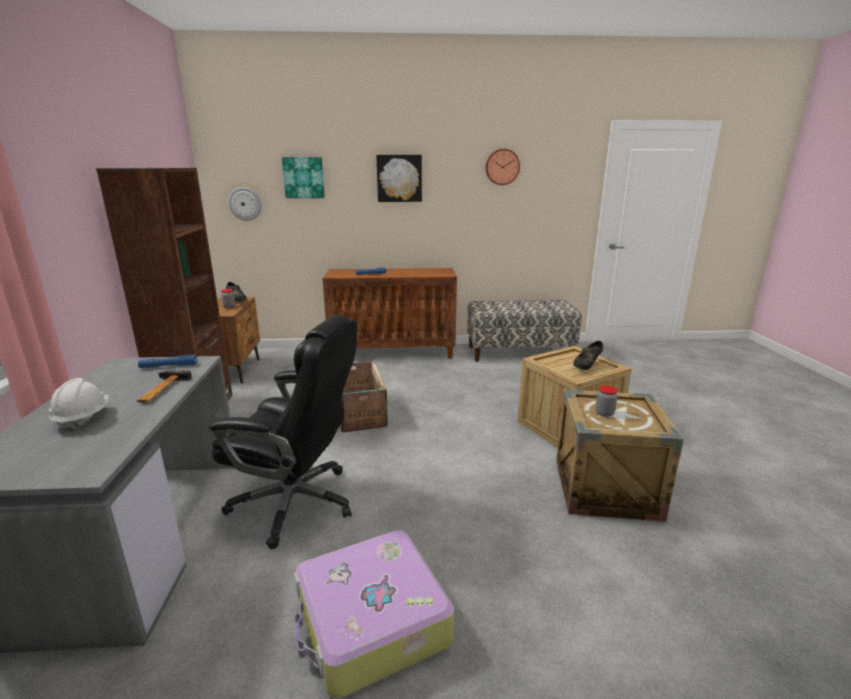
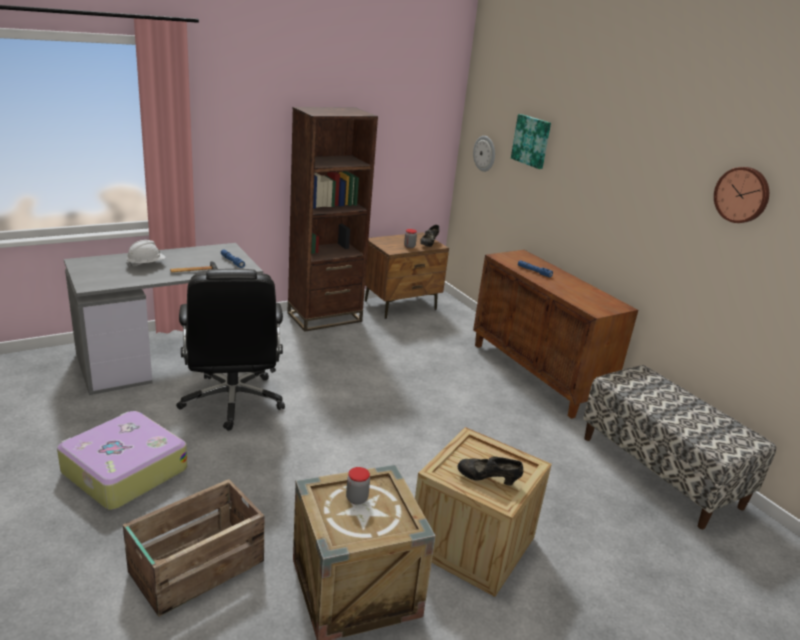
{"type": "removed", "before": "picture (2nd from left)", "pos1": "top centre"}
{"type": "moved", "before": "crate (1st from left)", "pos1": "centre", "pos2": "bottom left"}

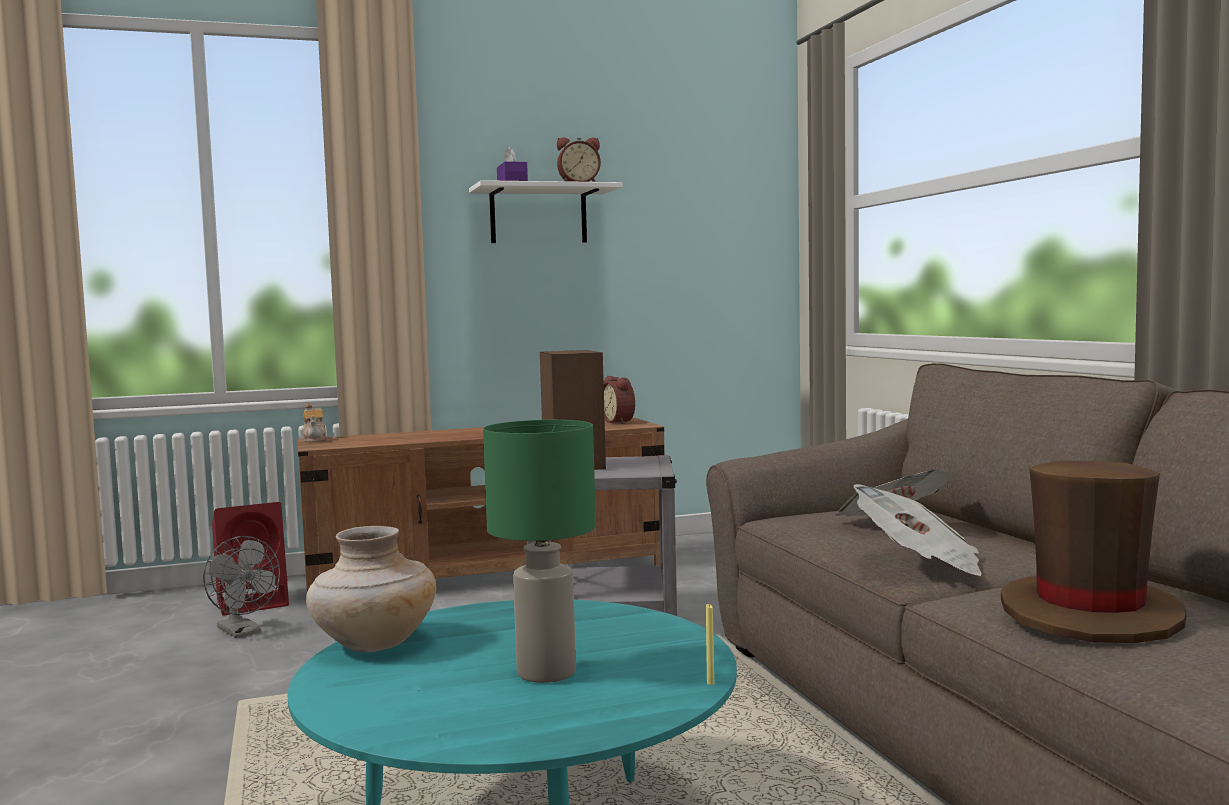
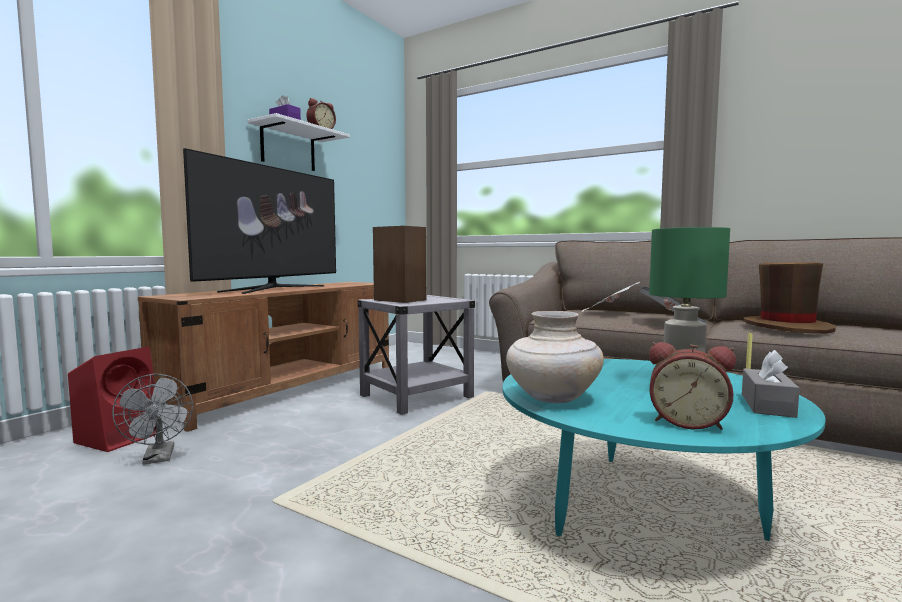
{"type": "moved", "before": "alarm clock (2nd from left)", "pos1": "centre", "pos2": "middle right"}
{"type": "removed", "before": "teapot", "pos1": "middle left"}
{"type": "turned", "before": "grey fan", "pos1": "bottom left", "pos2": "bottom left", "turn": 60}
{"type": "added", "after": "television", "pos2": "middle left"}
{"type": "added", "after": "grey tissue box", "pos2": "middle right"}

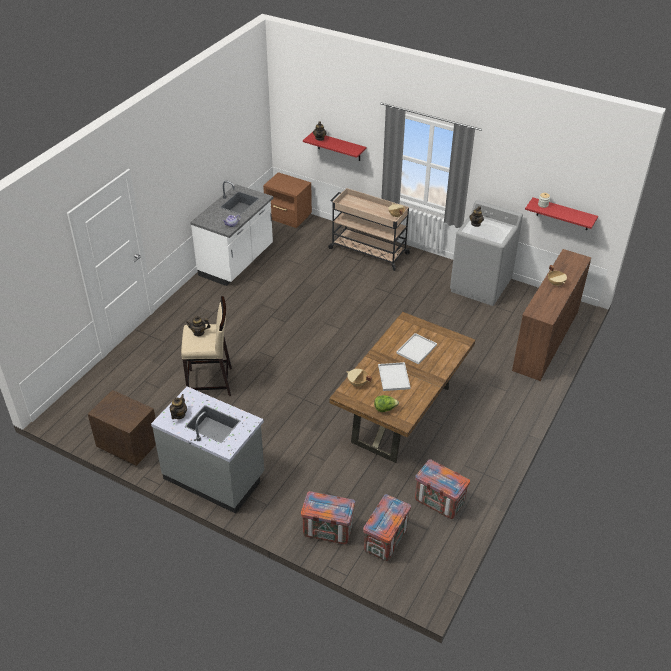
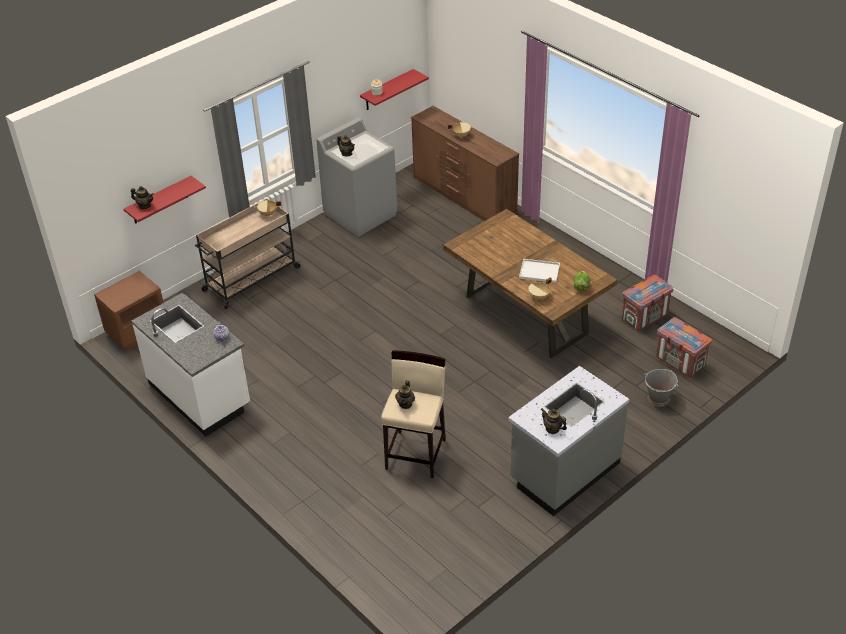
{"type": "removed", "before": "white tray (2nd from left)", "pos1": "centre"}
{"type": "removed", "before": "brown nightstand (1st from left)", "pos1": "middle left"}
{"type": "replaced", "before": "crate (1st from left)", "after": "grey bucket", "pos1": "bottom centre", "pos2": "middle right"}

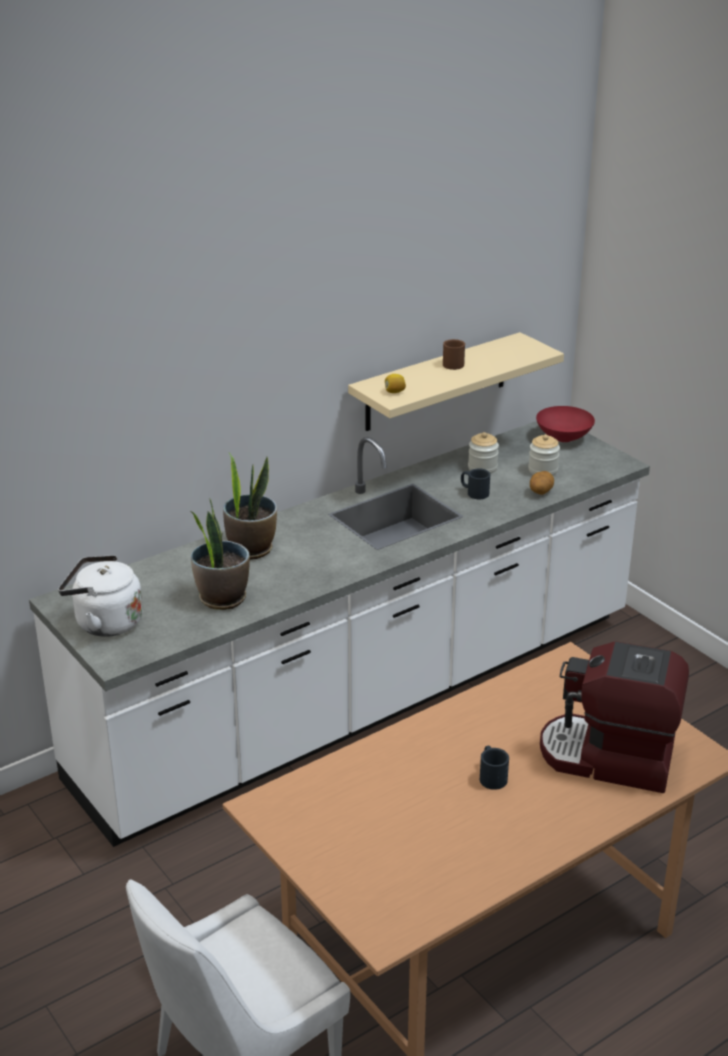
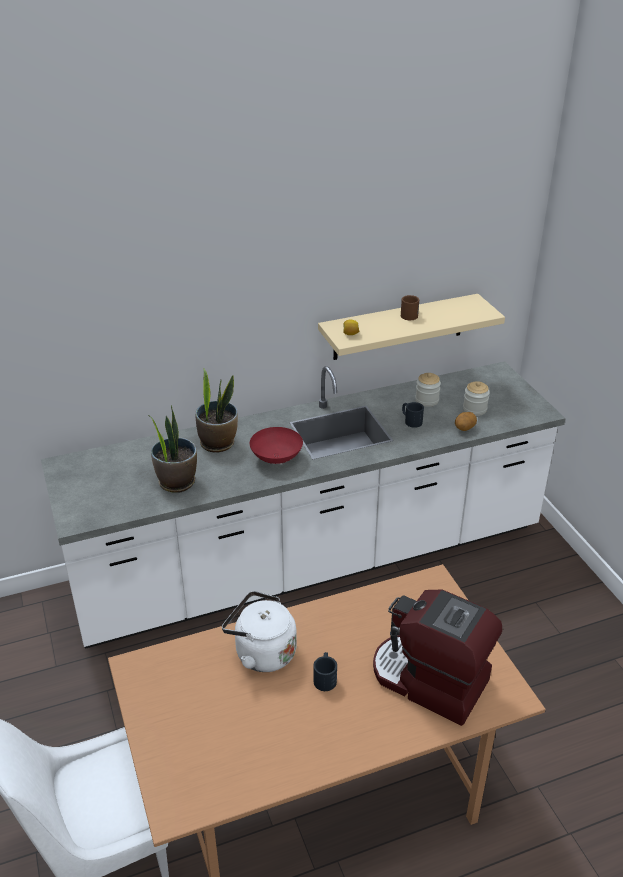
{"type": "moved", "before": "red bowl", "pos1": "middle right", "pos2": "centre"}
{"type": "moved", "before": "white kettle", "pos1": "middle left", "pos2": "bottom centre"}

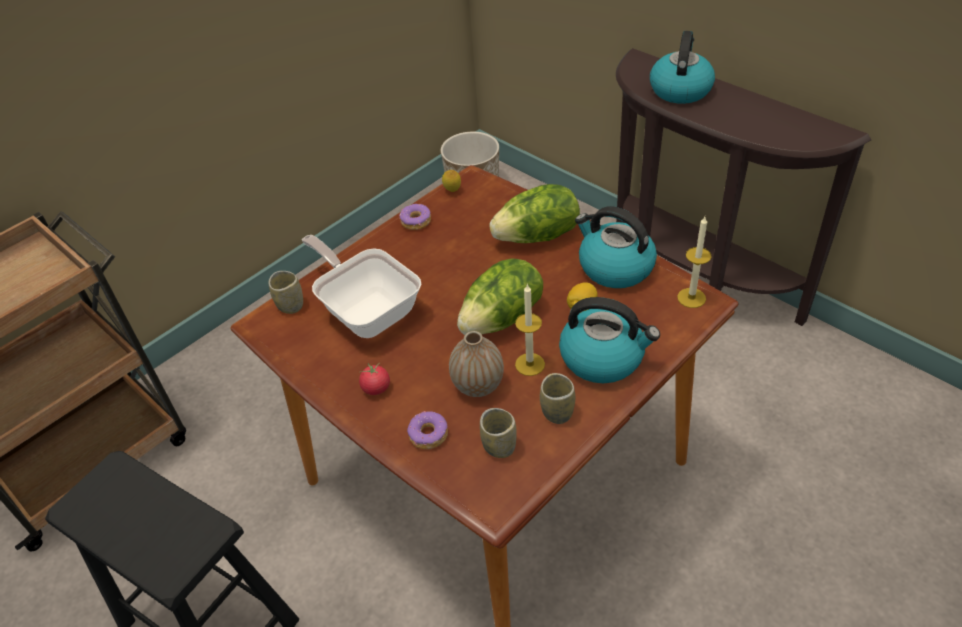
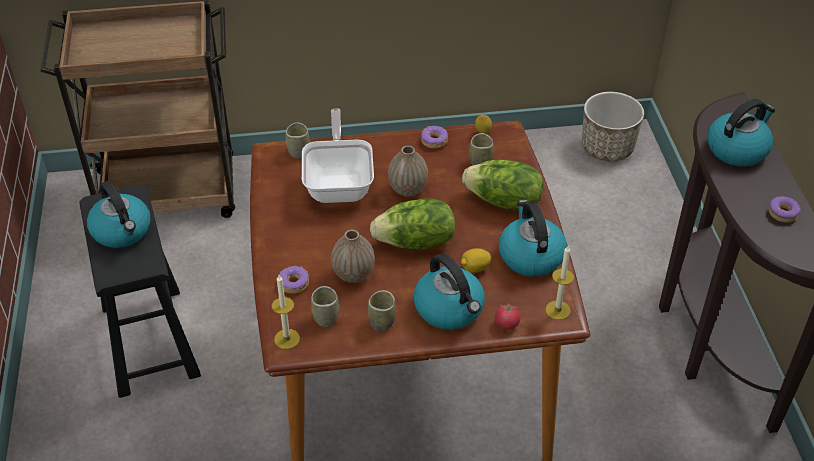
{"type": "moved", "before": "candle (1st from left)", "pos1": "centre", "pos2": "bottom centre"}
{"type": "moved", "before": "tomato", "pos1": "centre", "pos2": "bottom centre"}
{"type": "added", "after": "cup (4th from left)", "pos2": "top centre"}
{"type": "added", "after": "vase (2nd from left)", "pos2": "centre"}
{"type": "added", "after": "kettle (1st from left)", "pos2": "middle left"}
{"type": "added", "after": "donut (3rd from left)", "pos2": "middle right"}

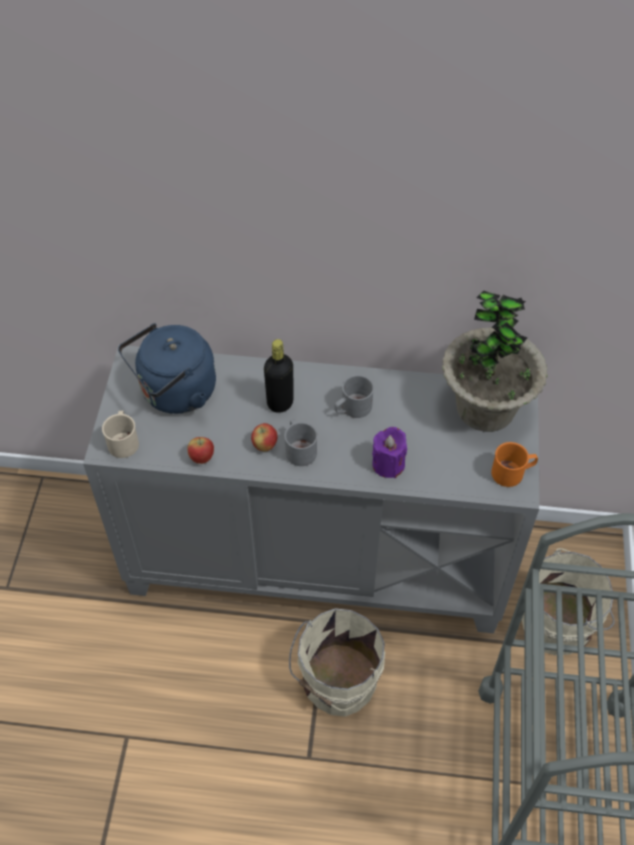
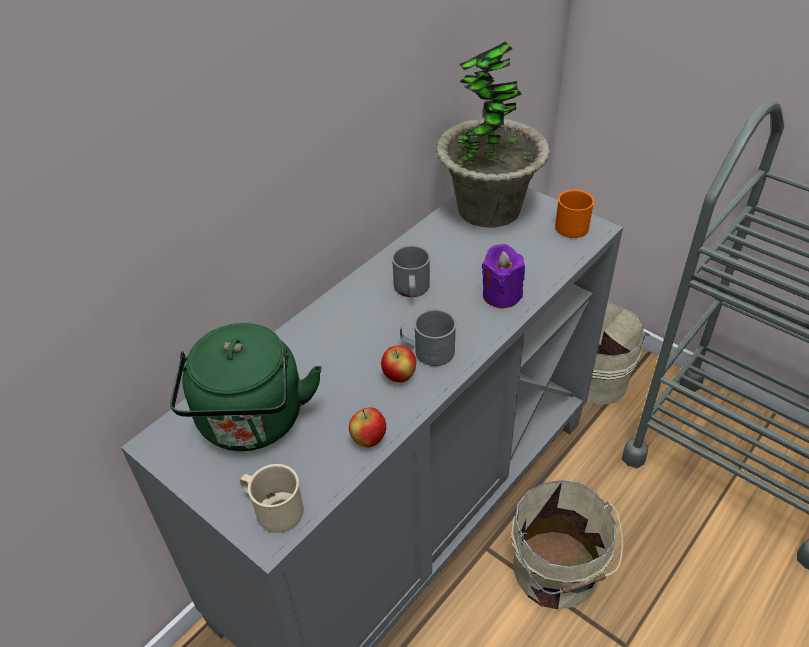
{"type": "recoloured", "before": "blue kettle", "after": "green kettle", "pos1": "middle left", "pos2": "middle left"}
{"type": "removed", "before": "black bottle", "pos1": "centre"}

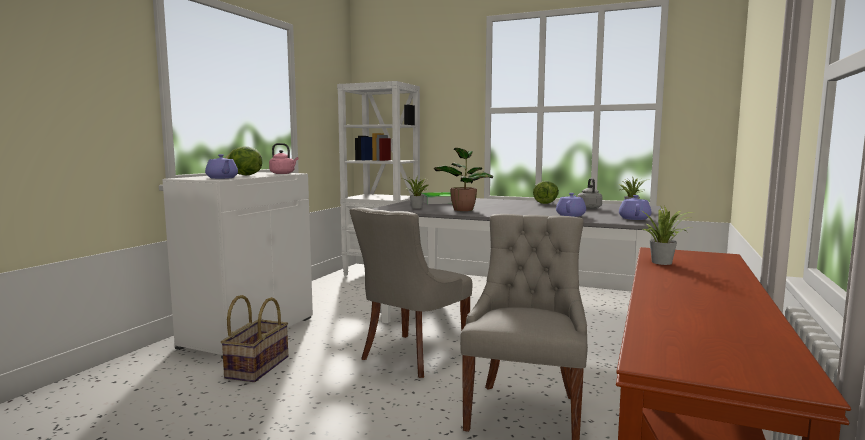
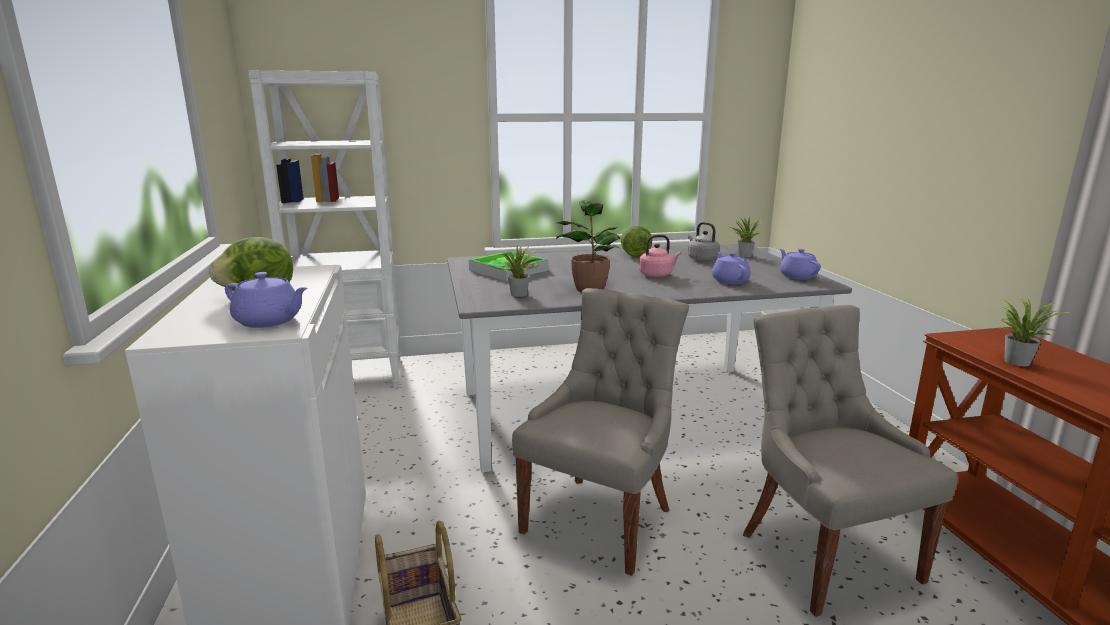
{"type": "moved", "before": "pink kettle", "pos1": "middle left", "pos2": "centre"}
{"type": "turned", "before": "grey chair (1st from left)", "pos1": "centre", "pos2": "bottom centre", "turn": -150}

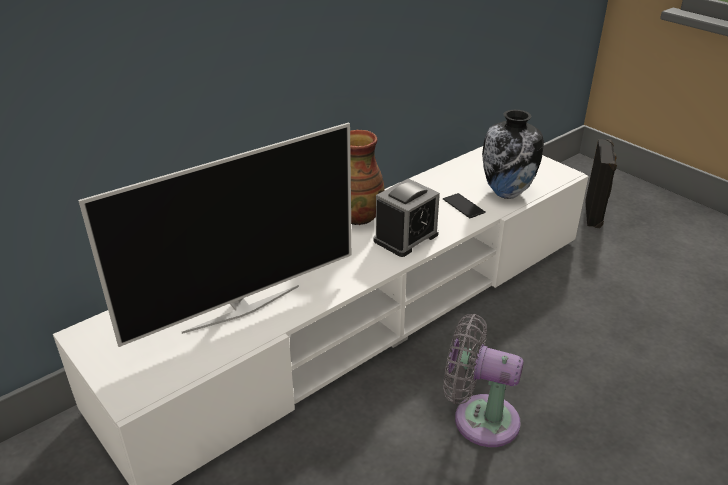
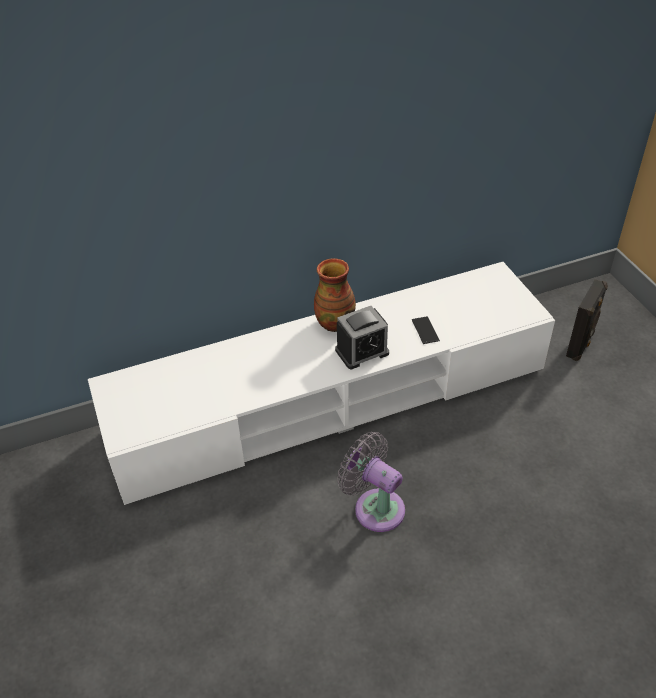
{"type": "removed", "before": "vase (2nd from left)", "pos1": "top right"}
{"type": "removed", "before": "television", "pos1": "middle left"}

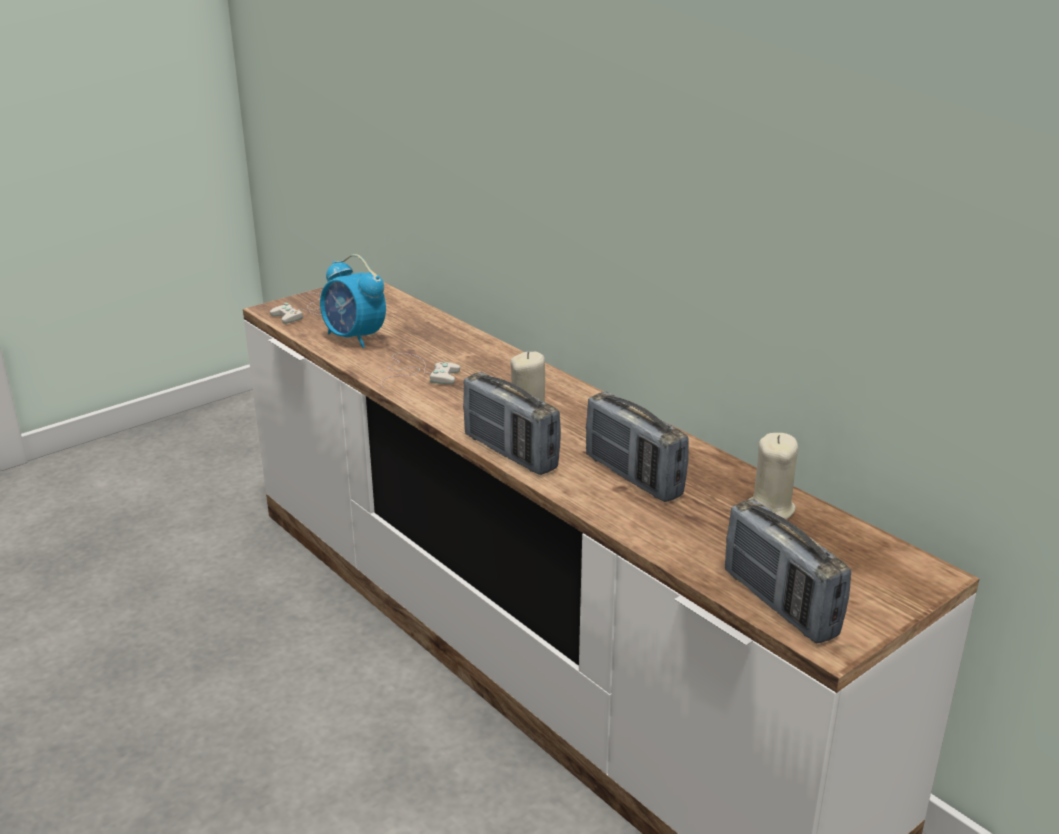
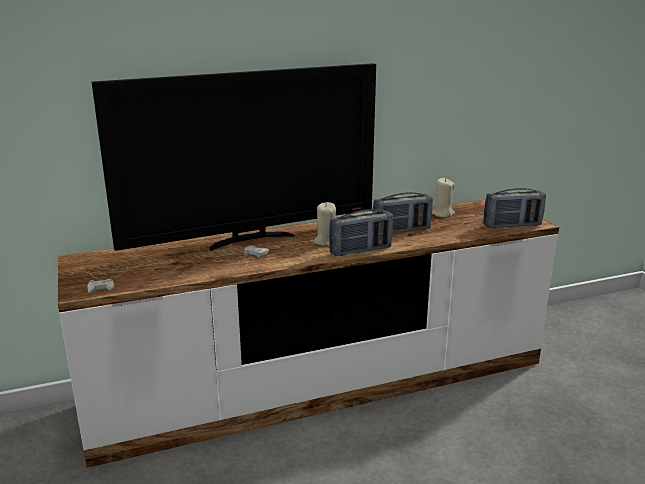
{"type": "removed", "before": "alarm clock", "pos1": "centre"}
{"type": "added", "after": "television", "pos2": "top centre"}

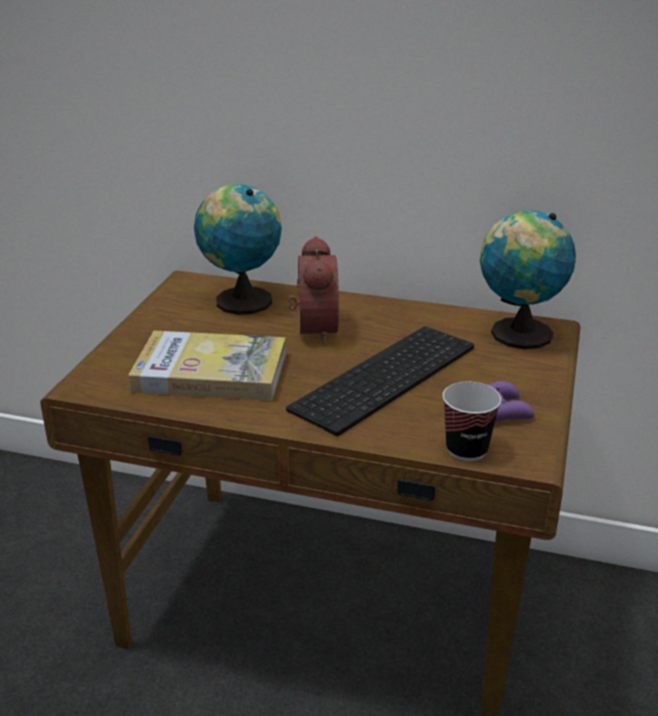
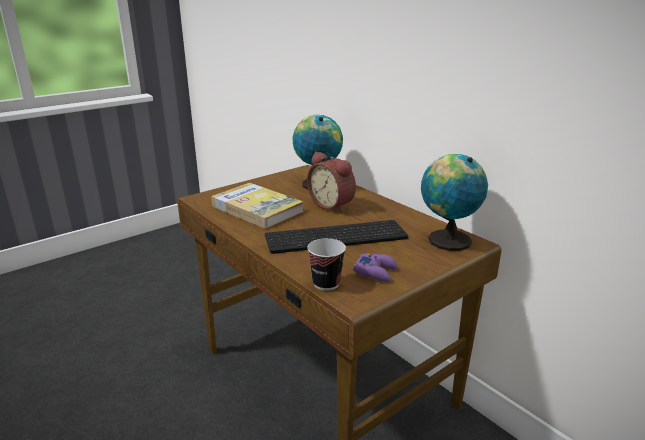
{"type": "turned", "before": "alarm clock", "pos1": "centre", "pos2": "centre", "turn": 105}

